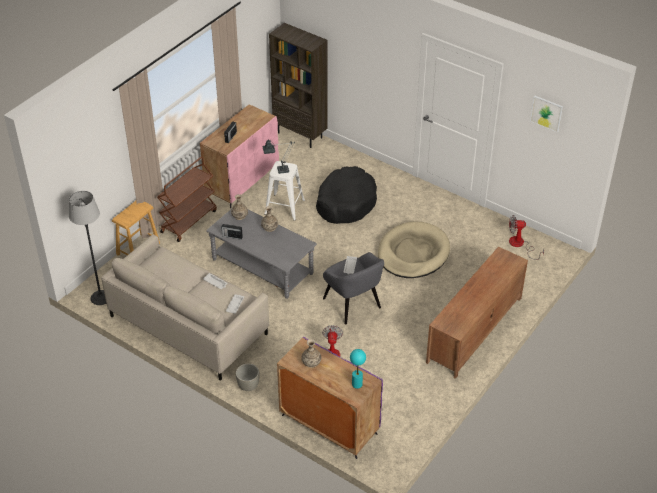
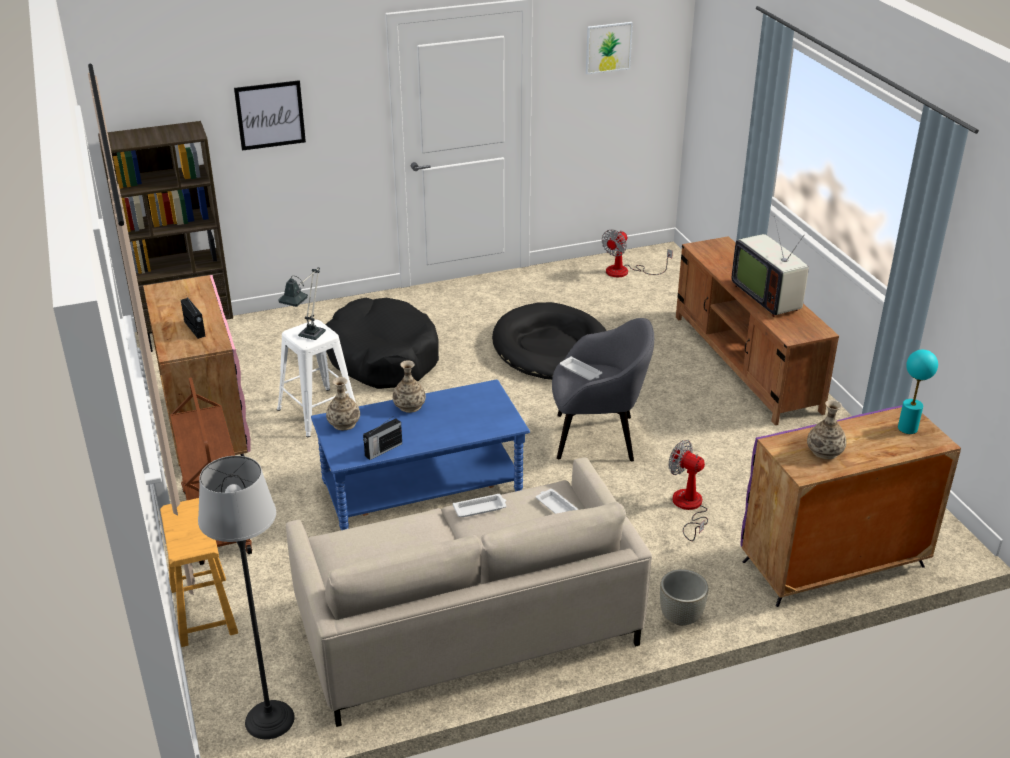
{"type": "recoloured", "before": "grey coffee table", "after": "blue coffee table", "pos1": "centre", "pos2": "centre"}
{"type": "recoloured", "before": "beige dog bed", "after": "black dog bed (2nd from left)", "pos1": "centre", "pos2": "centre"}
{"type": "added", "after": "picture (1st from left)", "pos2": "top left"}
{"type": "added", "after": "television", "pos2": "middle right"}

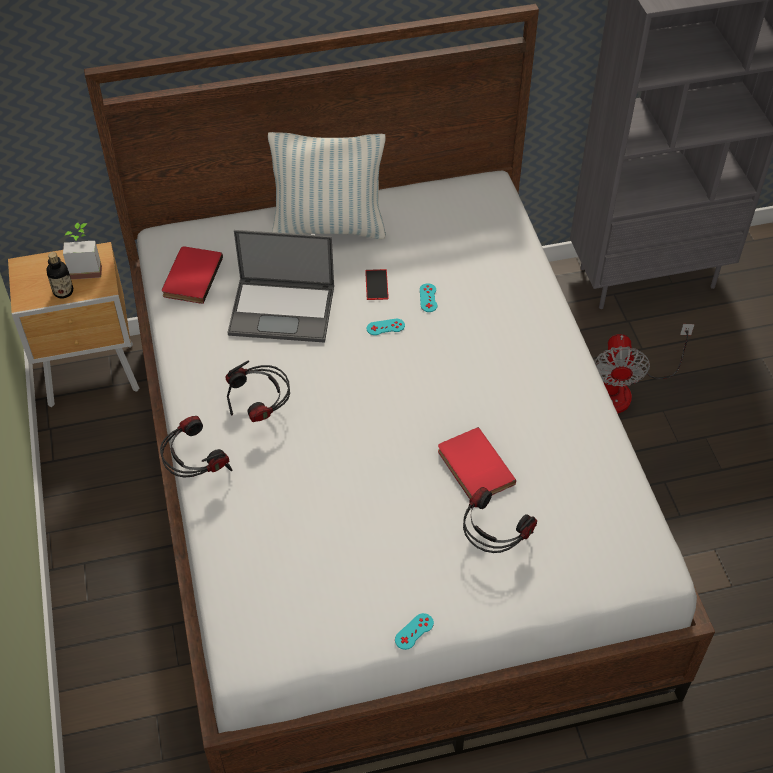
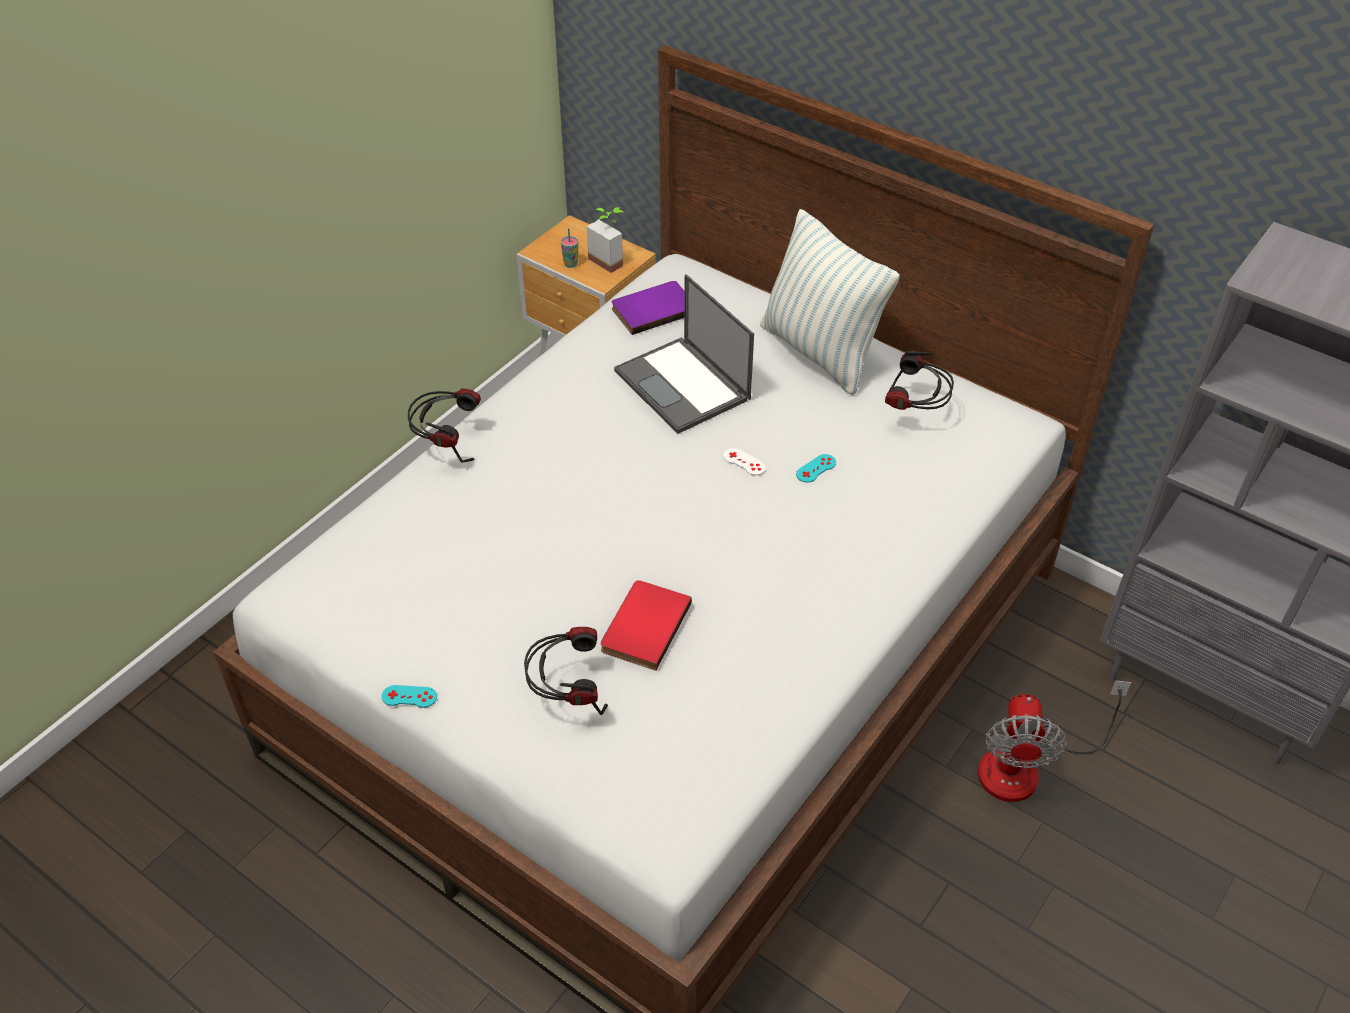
{"type": "recoloured", "before": "red book (1st from left)", "after": "purple book", "pos1": "middle left", "pos2": "top centre"}
{"type": "replaced", "before": "bottle", "after": "cup", "pos1": "middle left", "pos2": "top centre"}
{"type": "removed", "before": "phone", "pos1": "centre"}
{"type": "recoloured", "before": "turquoise game controller (1st from left)", "after": "white game controller", "pos1": "centre", "pos2": "centre"}
{"type": "turned", "before": "fan", "pos1": "middle right", "pos2": "bottom right", "turn": -45}
{"type": "moved", "before": "headphones (2nd from left in the first image)", "after": "headphones (3rd from left)", "pos1": "middle left", "pos2": "middle right"}

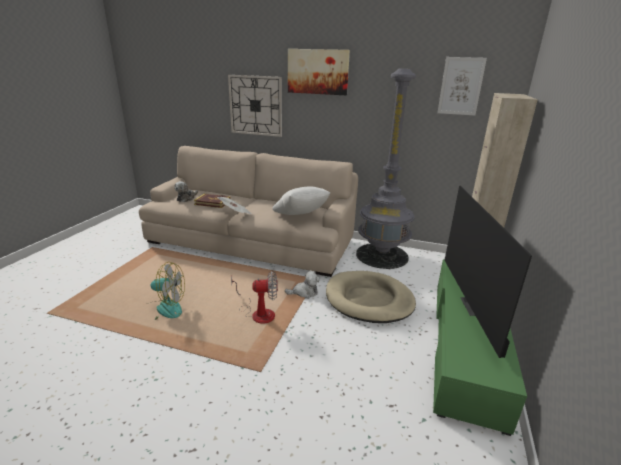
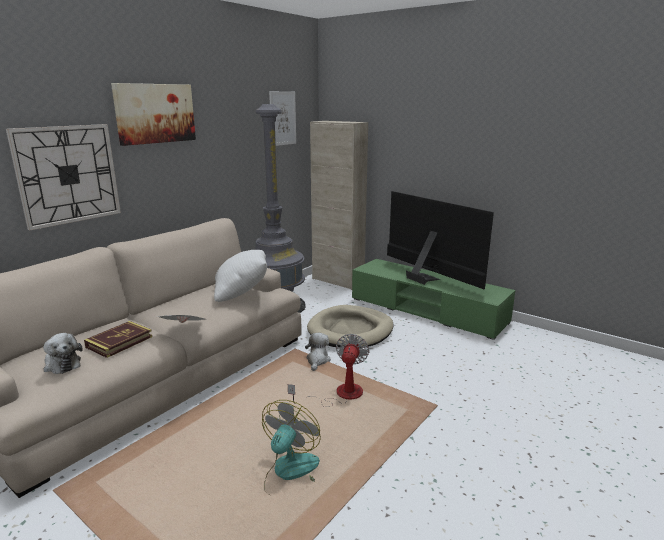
{"type": "turned", "before": "television", "pos1": "middle right", "pos2": "centre", "turn": -150}

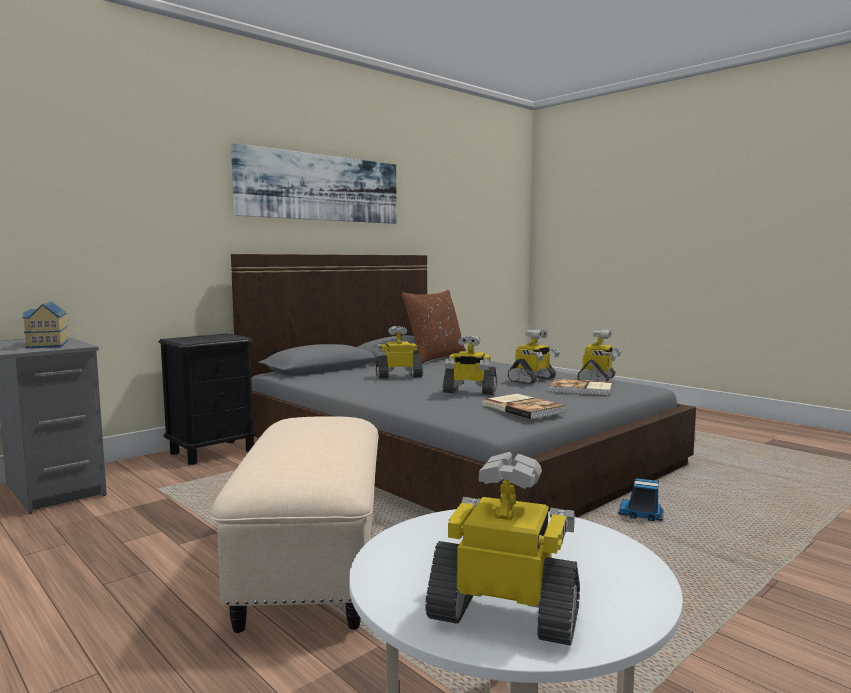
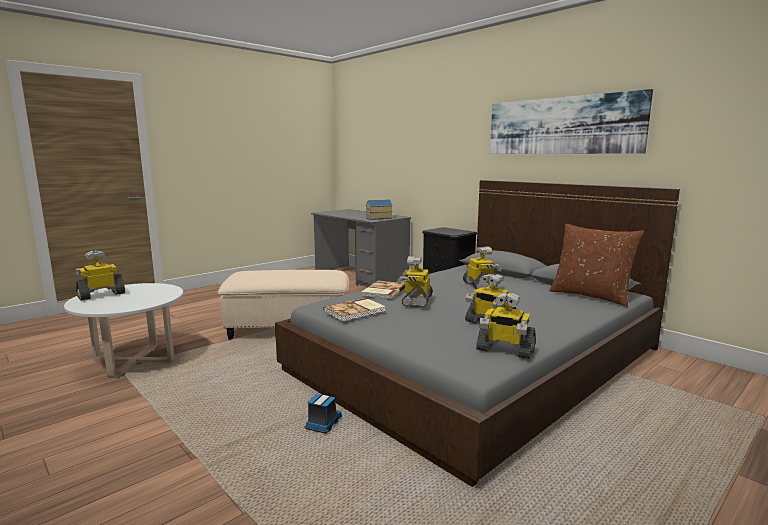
{"type": "moved", "before": "book (2nd from left)", "pos1": "middle right", "pos2": "centre"}
{"type": "turned", "before": "toy robot (3rd from left in the first image)", "pos1": "bottom centre", "pos2": "middle left", "turn": -150}

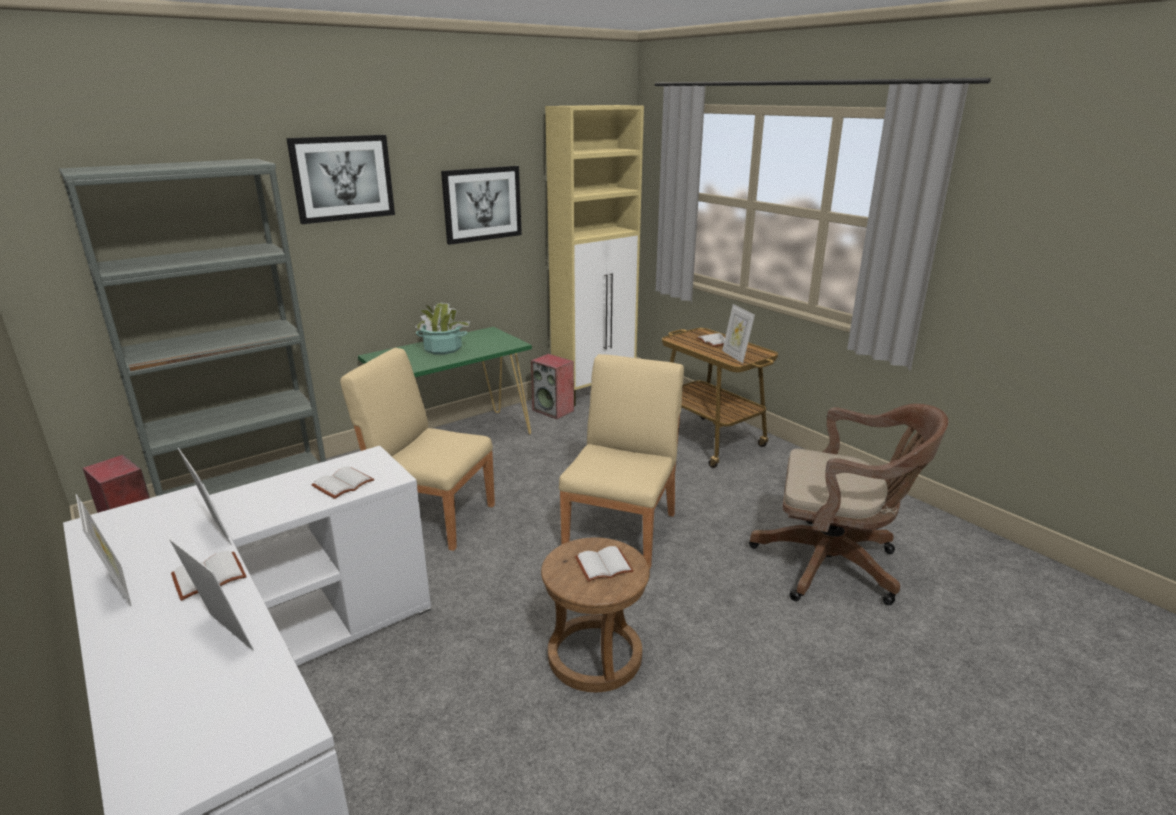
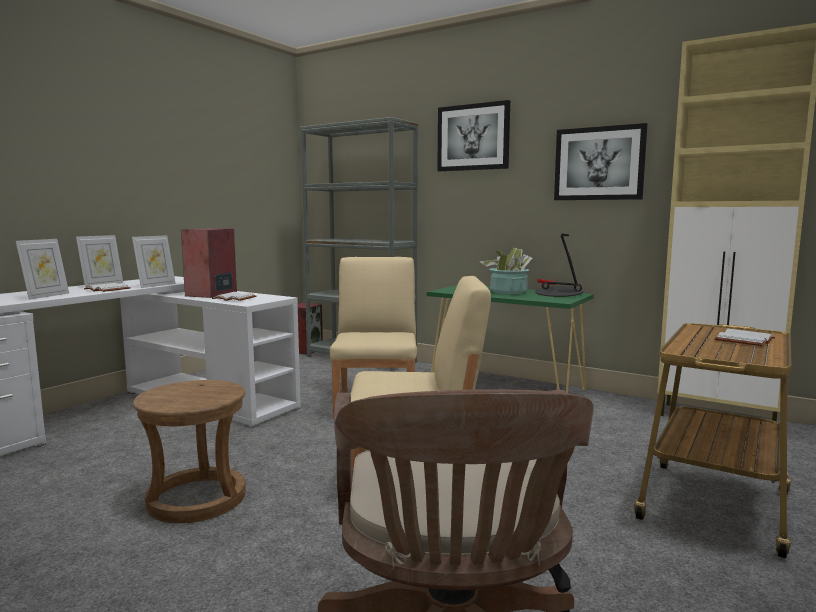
{"type": "removed", "before": "picture frame (4th from left)", "pos1": "centre"}
{"type": "moved", "before": "speaker (2nd from left in the first image)", "after": "speaker (1st from left)", "pos1": "centre", "pos2": "middle left"}
{"type": "removed", "before": "white book (3rd from left)", "pos1": "bottom centre"}
{"type": "added", "after": "table lamp", "pos2": "middle right"}

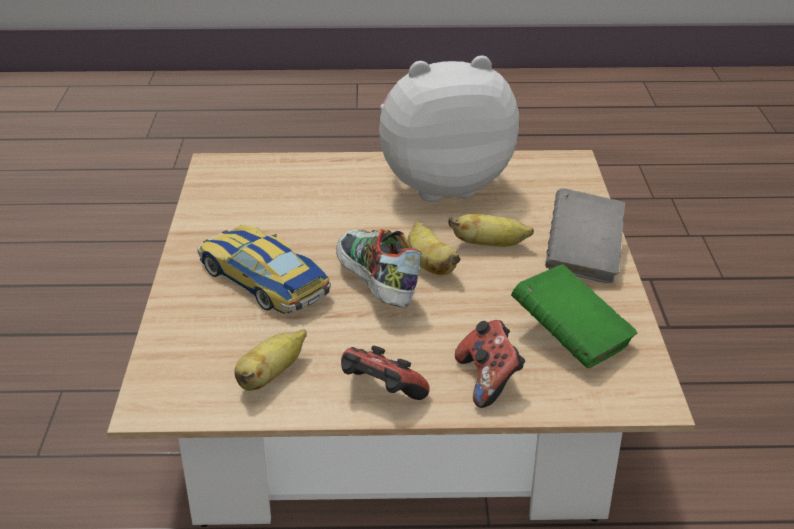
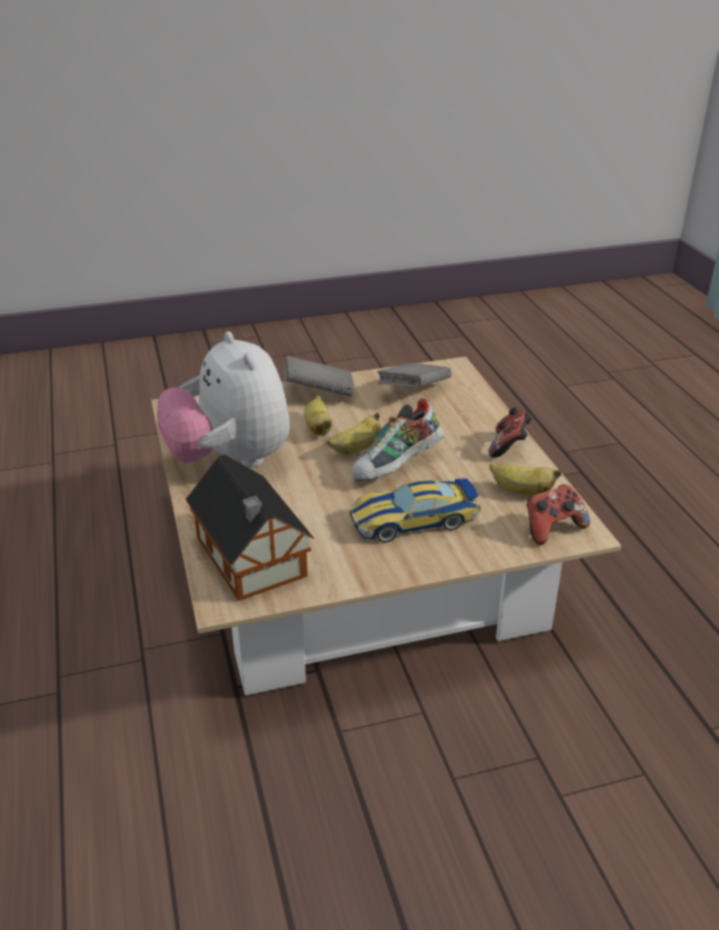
{"type": "turned", "before": "toy car", "pos1": "middle left", "pos2": "centre", "turn": 45}
{"type": "recoloured", "before": "green book", "after": "grey book (2nd from left)", "pos1": "middle right", "pos2": "centre"}
{"type": "moved", "before": "game controller (2nd from left)", "pos1": "bottom centre", "pos2": "middle right"}
{"type": "added", "after": "toy house", "pos2": "centre"}

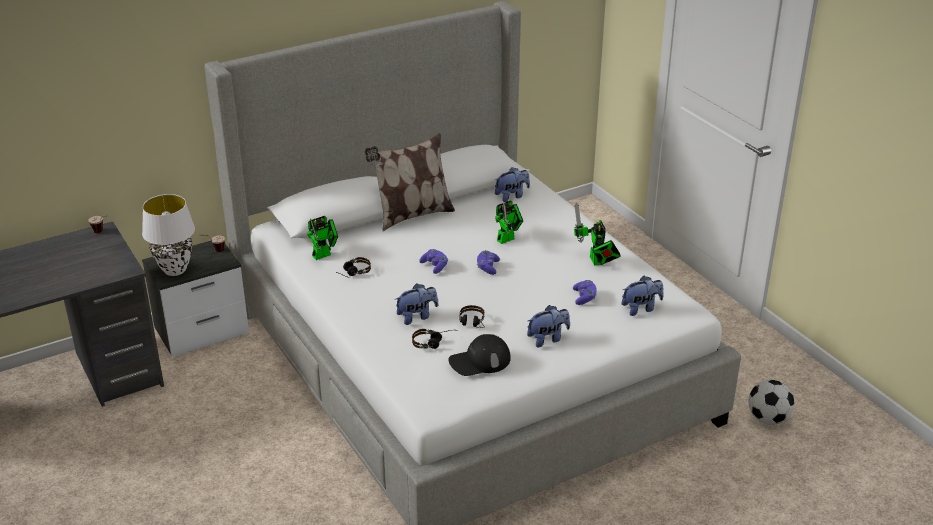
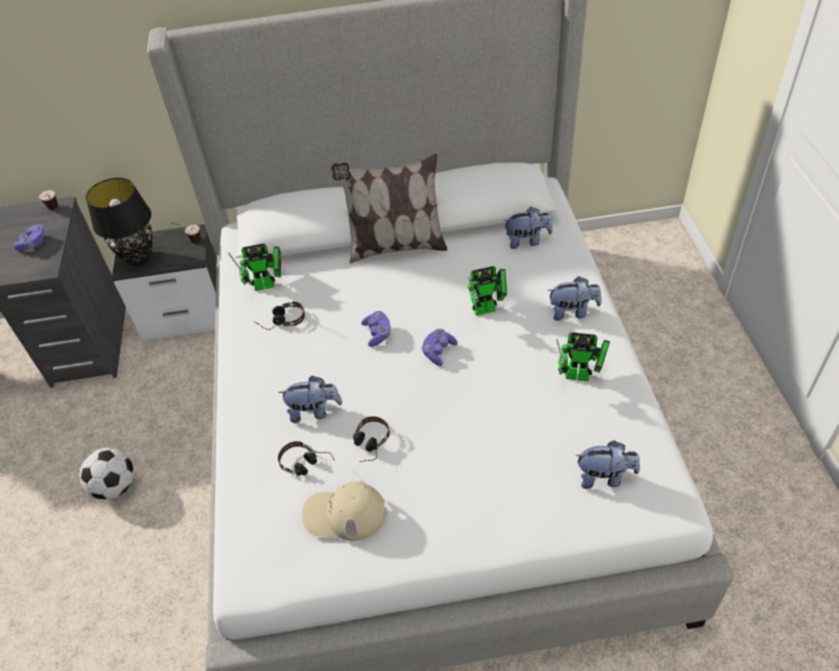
{"type": "recoloured", "before": "white table lamp", "after": "black table lamp", "pos1": "middle left", "pos2": "top left"}
{"type": "turned", "before": "toy robot (3rd from left)", "pos1": "centre", "pos2": "middle right", "turn": -90}
{"type": "moved", "before": "purple game controller (3rd from left in the first image)", "after": "purple game controller (1st from left)", "pos1": "centre", "pos2": "middle left"}
{"type": "moved", "before": "plush toy (3rd from left)", "pos1": "centre", "pos2": "middle right"}
{"type": "recoloured", "before": "black cap", "after": "beige cap", "pos1": "bottom centre", "pos2": "bottom centre"}
{"type": "moved", "before": "football", "pos1": "bottom right", "pos2": "bottom left"}

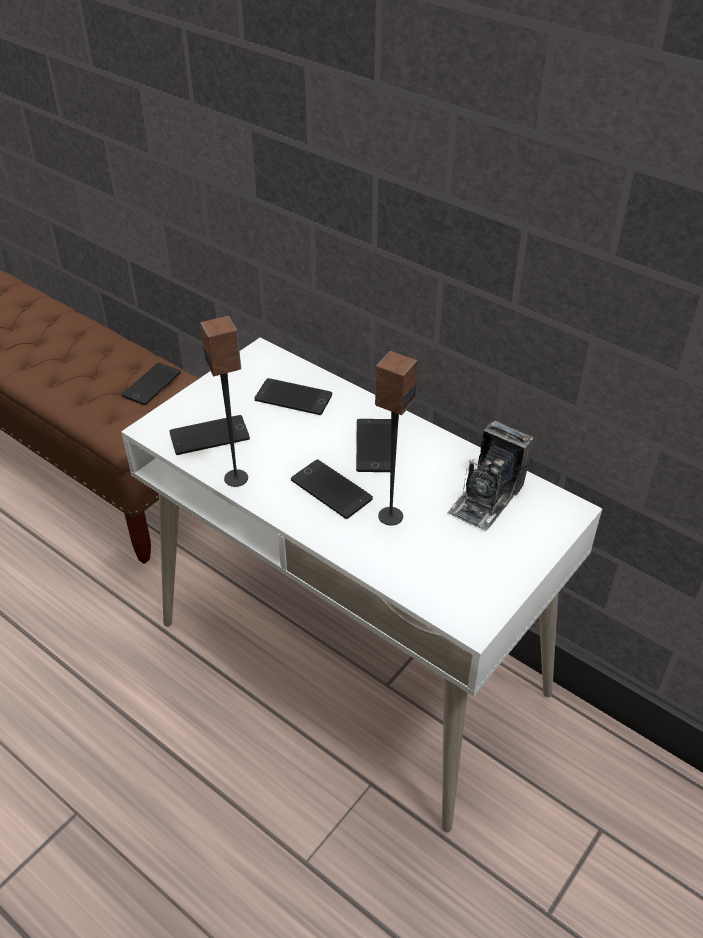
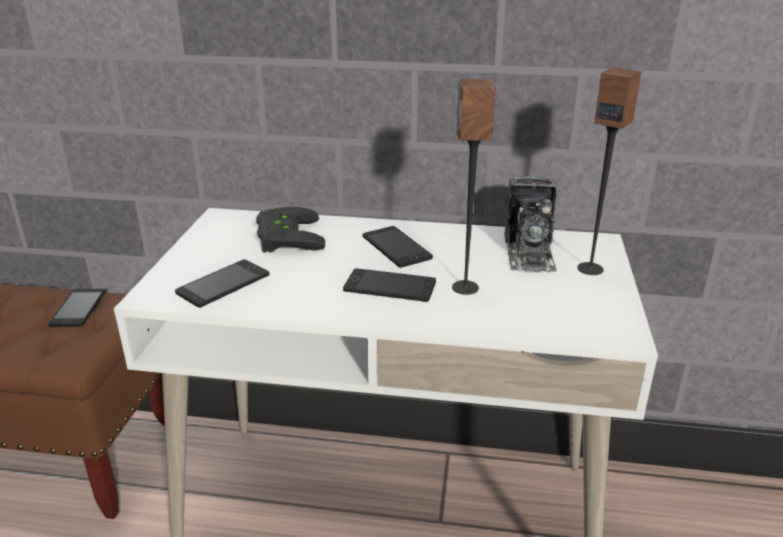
{"type": "moved", "before": "speaker (1st from left in the first image)", "after": "speaker (2nd from left)", "pos1": "middle left", "pos2": "top right"}
{"type": "replaced", "before": "phone (3rd from left)", "after": "black game controller", "pos1": "centre", "pos2": "centre"}

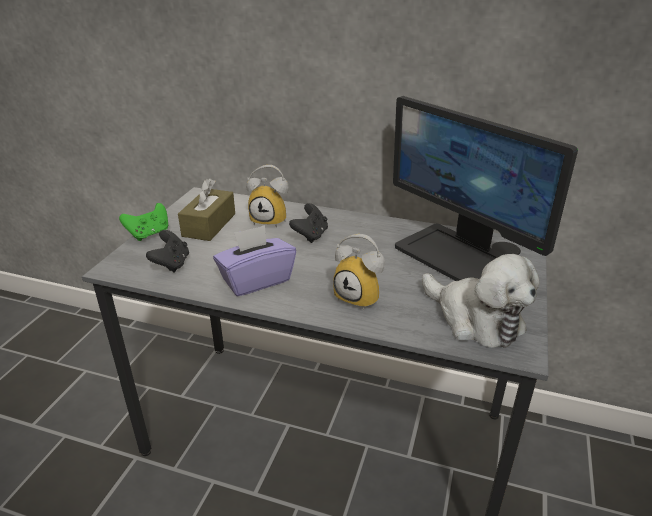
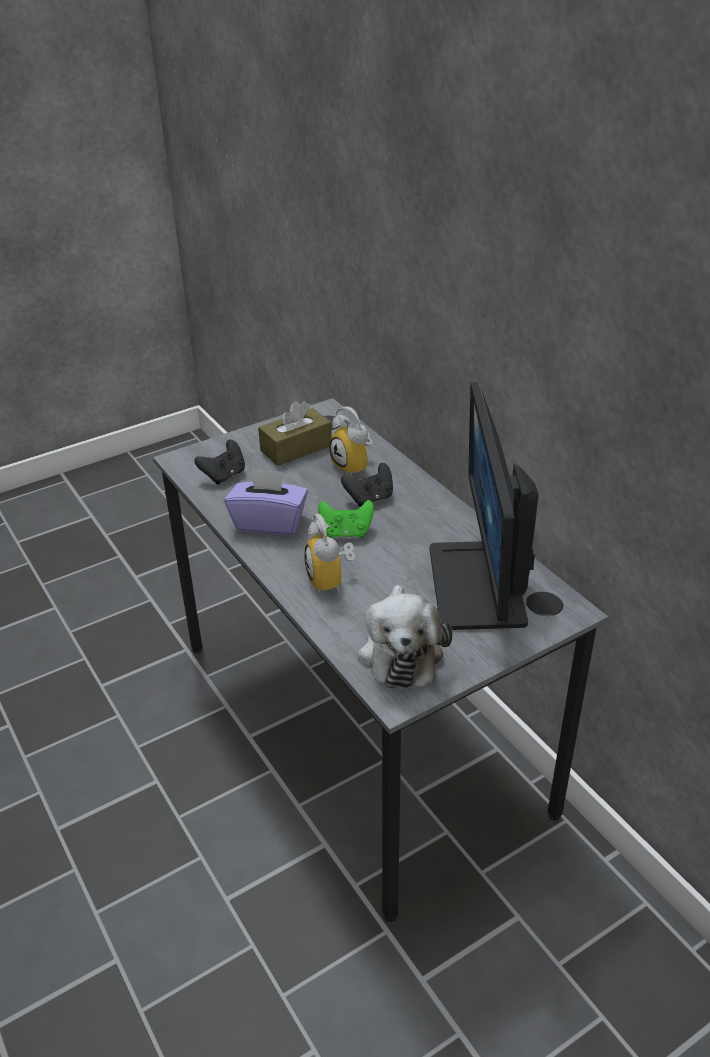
{"type": "moved", "before": "green game controller", "pos1": "middle left", "pos2": "centre"}

